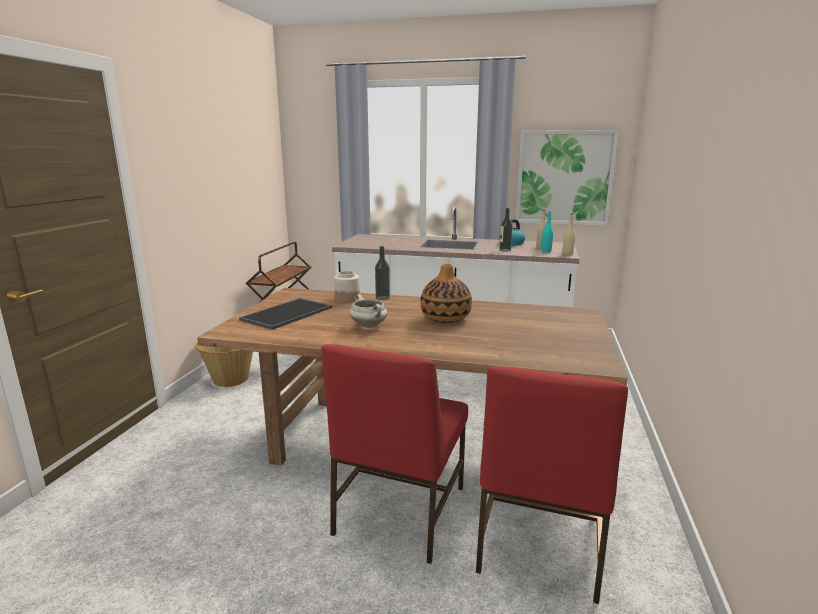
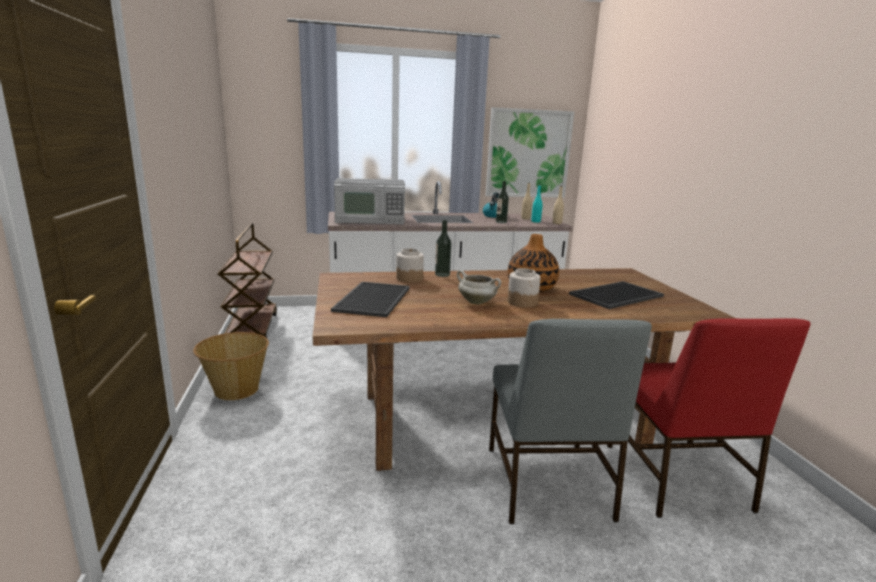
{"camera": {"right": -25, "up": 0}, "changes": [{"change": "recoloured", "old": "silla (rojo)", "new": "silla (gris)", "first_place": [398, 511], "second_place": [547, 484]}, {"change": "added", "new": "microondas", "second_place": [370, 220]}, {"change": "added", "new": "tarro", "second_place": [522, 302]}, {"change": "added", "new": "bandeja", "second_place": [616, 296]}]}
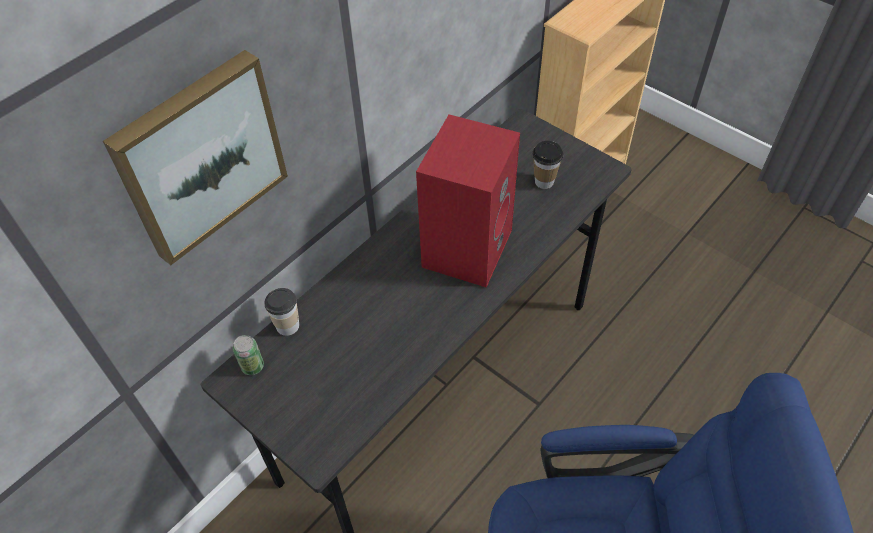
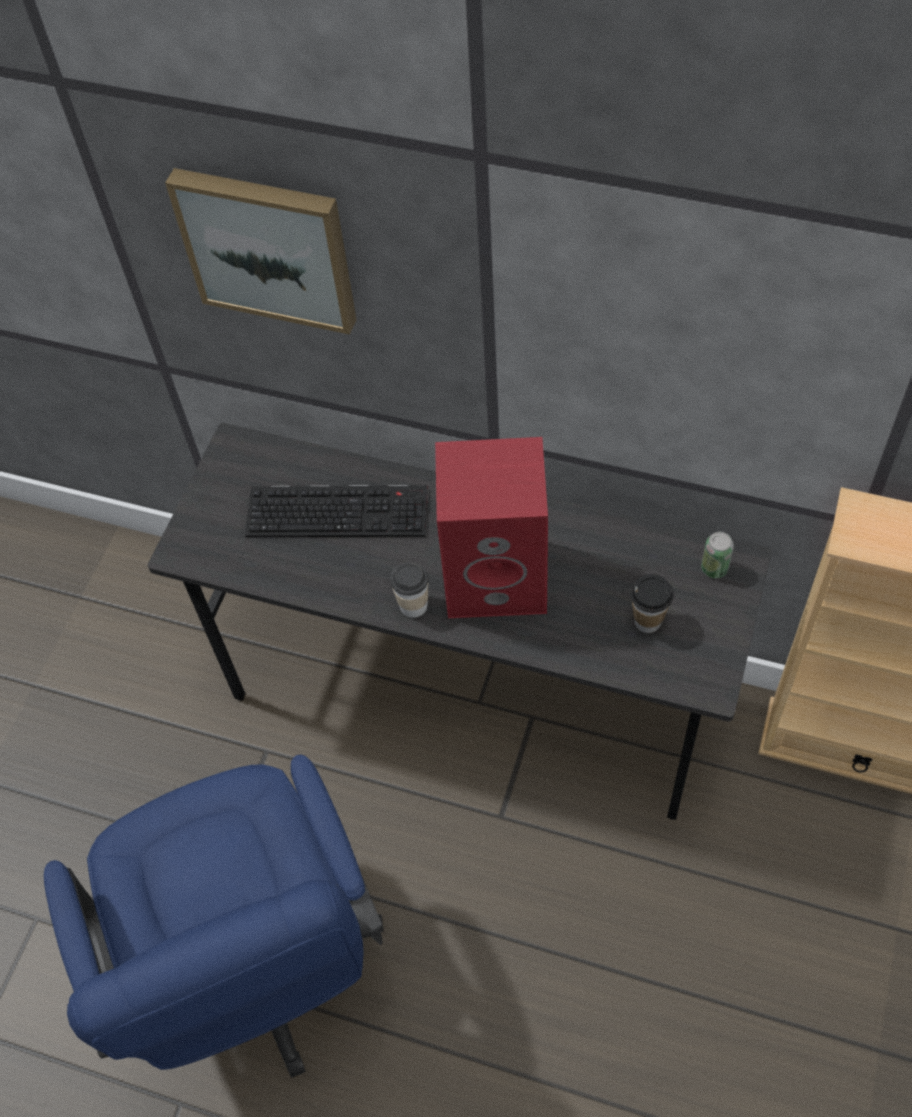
{"camera": {"right": 70, "up": 5}, "changes": [{"change": "moved", "old": "lata", "first_place": [252, 366], "second_place": [714, 568]}, {"change": "moved", "old": "taza", "first_place": [287, 325], "second_place": [413, 605]}, {"change": "added", "new": "teclado", "second_place": [339, 510]}]}
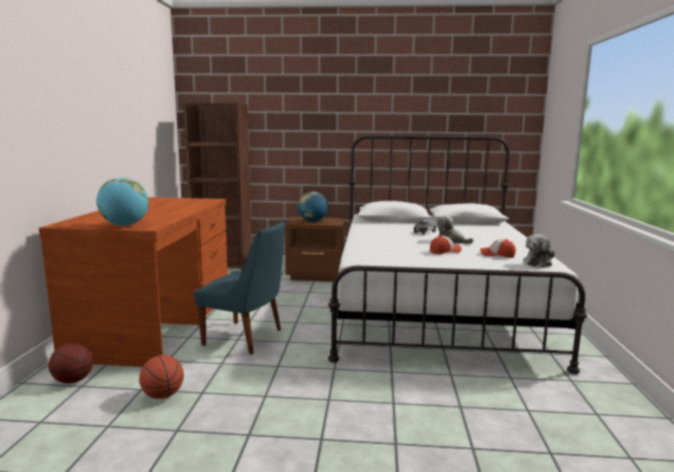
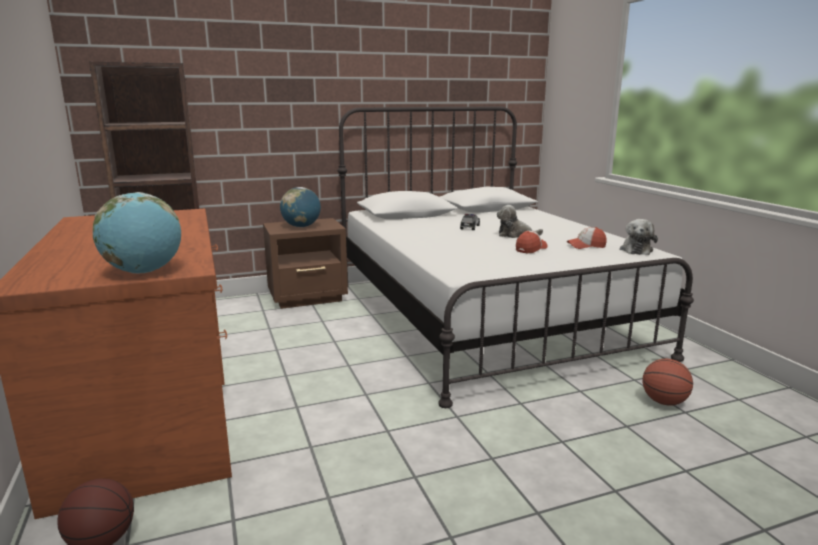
{"camera": {"right": -25, "up": 5}, "changes": [{"change": "moved", "old": "balón de baloncesto", "first_place": [163, 395], "second_place": [664, 402]}, {"change": "removed", "old": "silla (azul)", "first_place": [246, 338]}]}
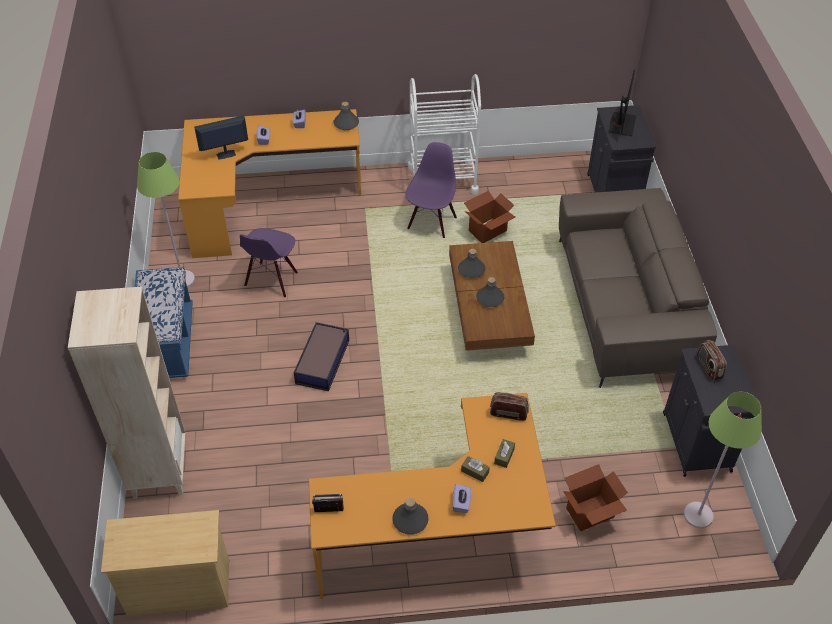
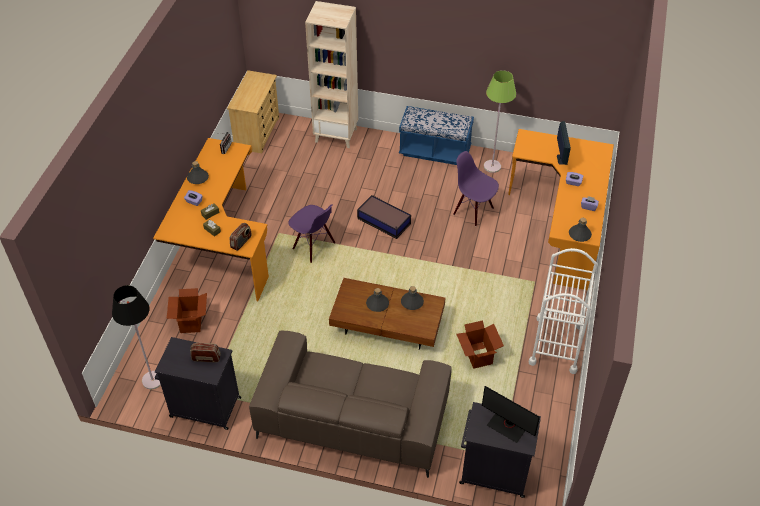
{"camera": {"right": 110, "up": 0}, "changes": [{"change": "moved", "old": "silla (morado)", "first_place": [431, 222], "second_place": [313, 246]}, {"change": "recoloured", "old": "lámpara de pie (verde)", "new": "lámpara de pie (negro)", "first_place": [698, 515], "second_place": [152, 380]}]}
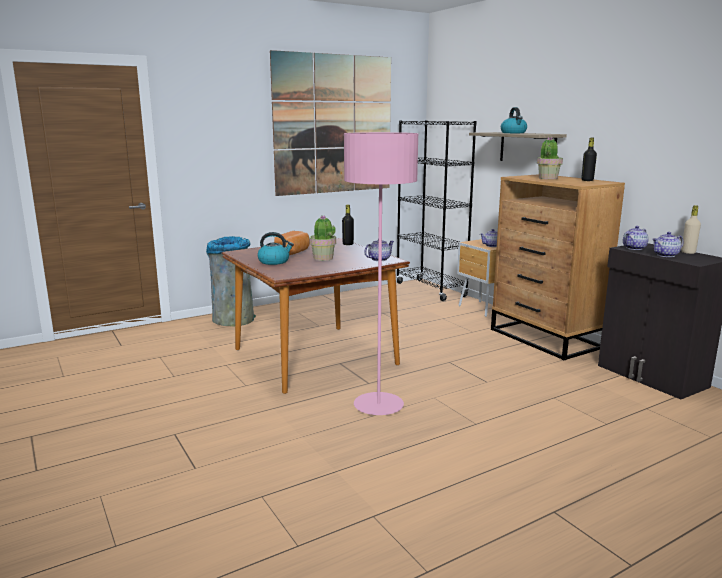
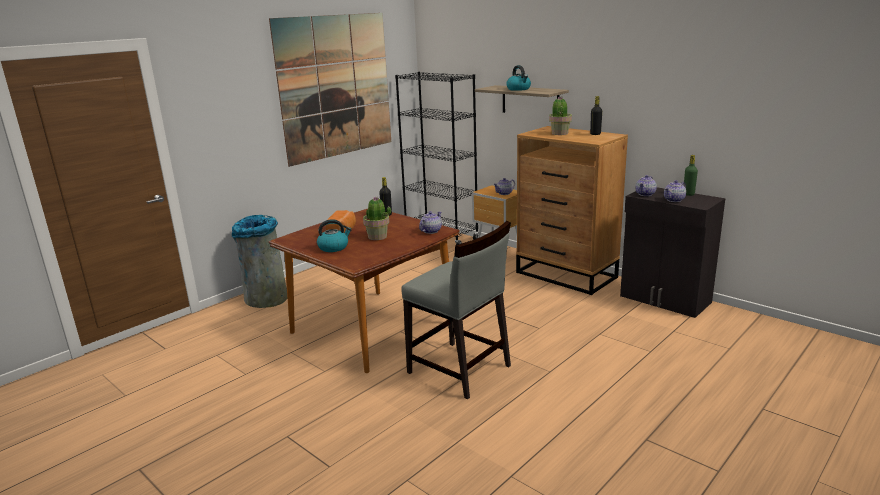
{"camera": {"right": -15, "up": 5}, "changes": [{"change": "replaced", "old": "lámpara de pie (rosa)", "new": "silla (gris)", "first_place": [378, 406], "second_place": [459, 370]}, {"change": "recoloured", "old": "botella (beis)", "new": "botella (verde)", "first_place": [688, 252], "second_place": [688, 194]}]}
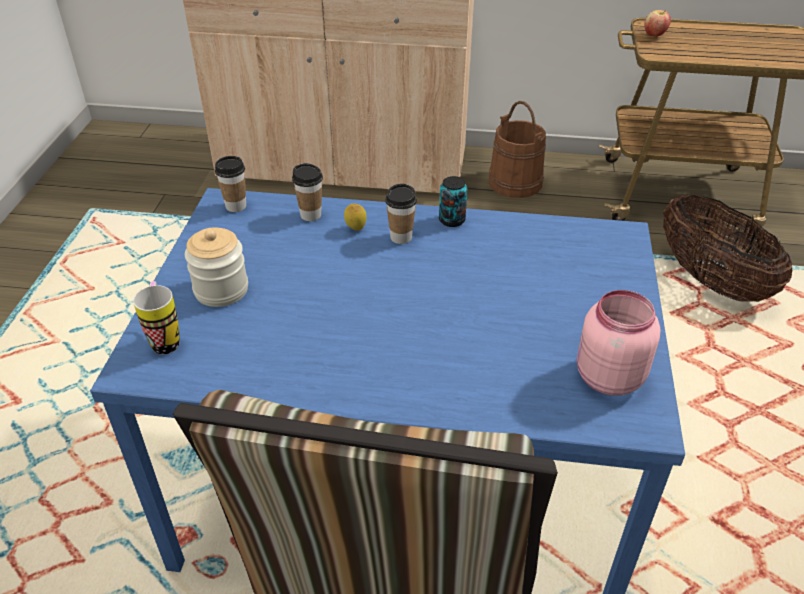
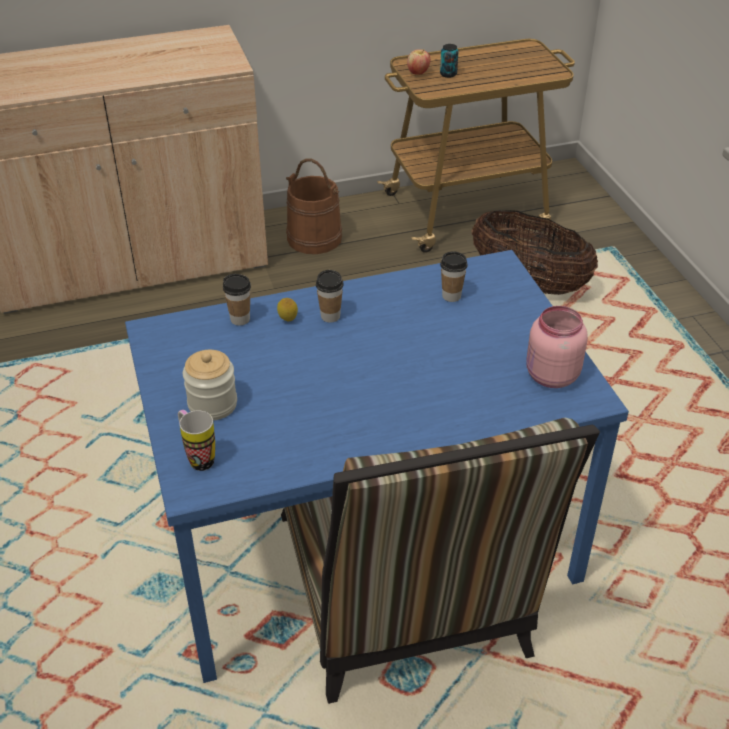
{"camera": {"right": -25, "up": 0}, "changes": [{"change": "moved", "old": "taza", "first_place": [236, 206], "second_place": [451, 296]}, {"change": "moved", "old": "lata", "first_place": [452, 220], "second_place": [448, 74]}]}
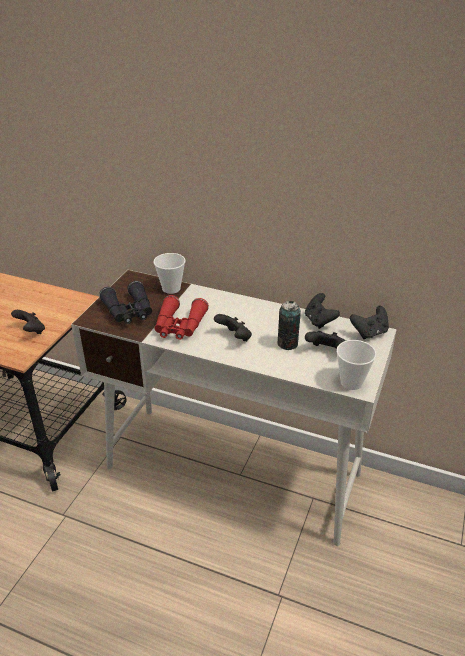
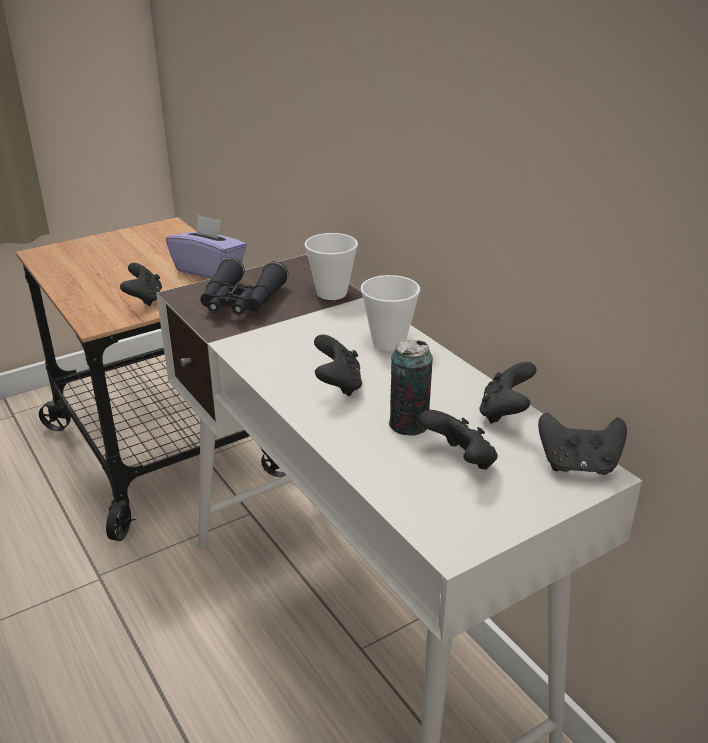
{"camera": {"right": 35, "up": -5}, "changes": [{"change": "removed", "old": "prismáticos (rojo)", "first_place": [179, 326]}, {"change": "moved", "old": "taza", "first_place": [351, 382], "second_place": [389, 341]}, {"change": "added", "new": "caja de pañuelos (morado)", "second_place": [209, 270]}]}
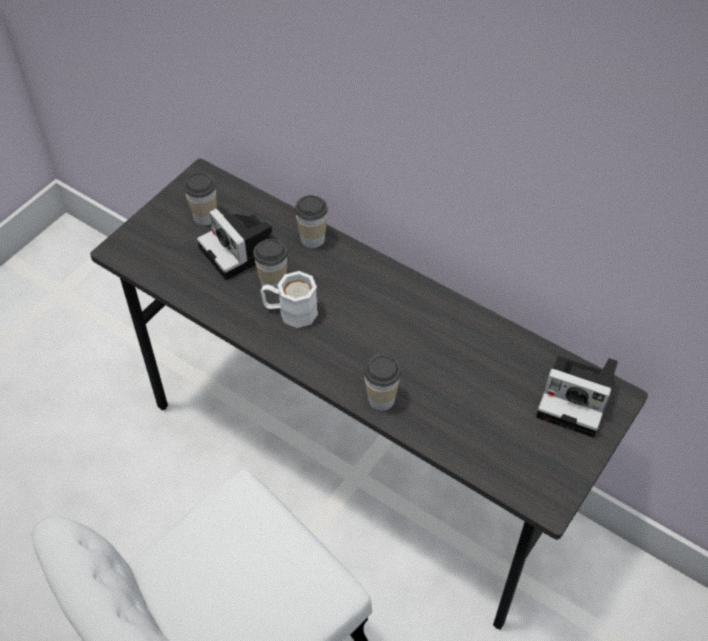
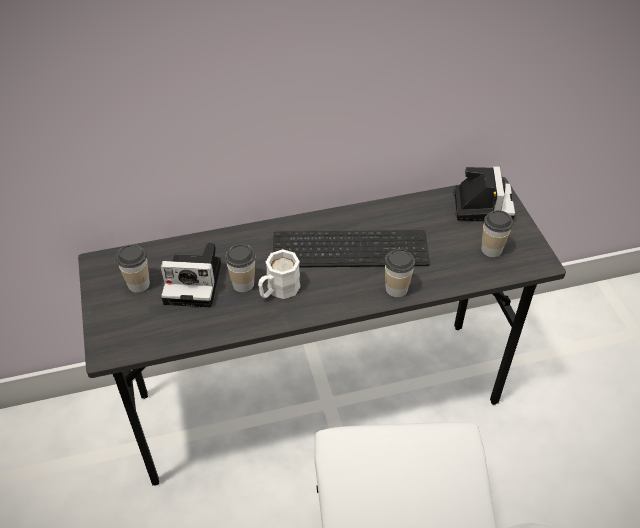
{"camera": {"right": -50, "up": -5}, "changes": [{"change": "moved", "old": "taza", "first_place": [312, 239], "second_place": [491, 249]}, {"change": "turned", "old": "cámara", "first_place": [578, 398], "second_place": [481, 204], "degrees": -60}, {"change": "added", "new": "teclado", "second_place": [351, 247]}]}
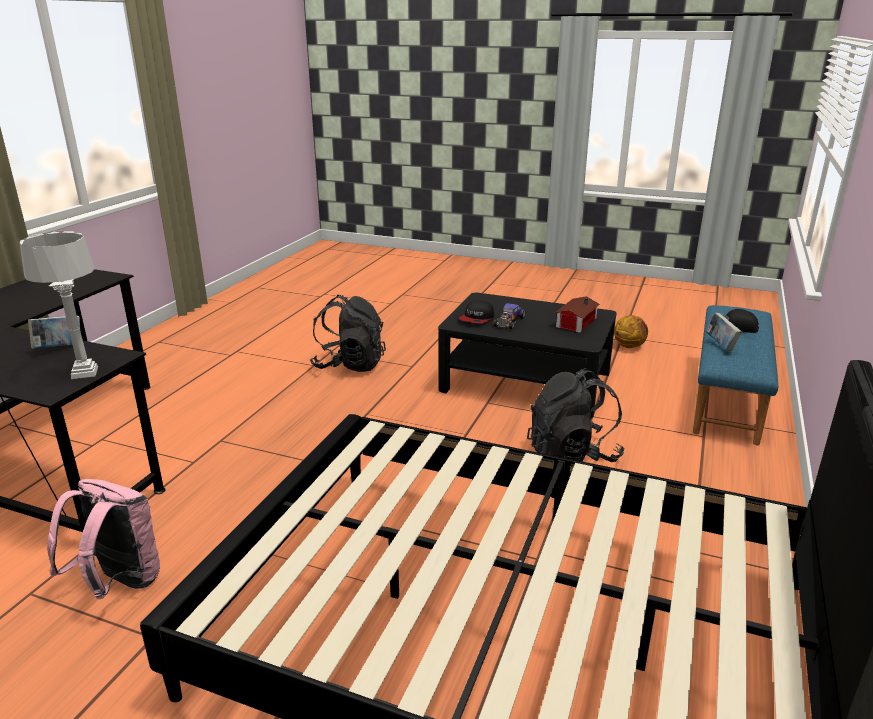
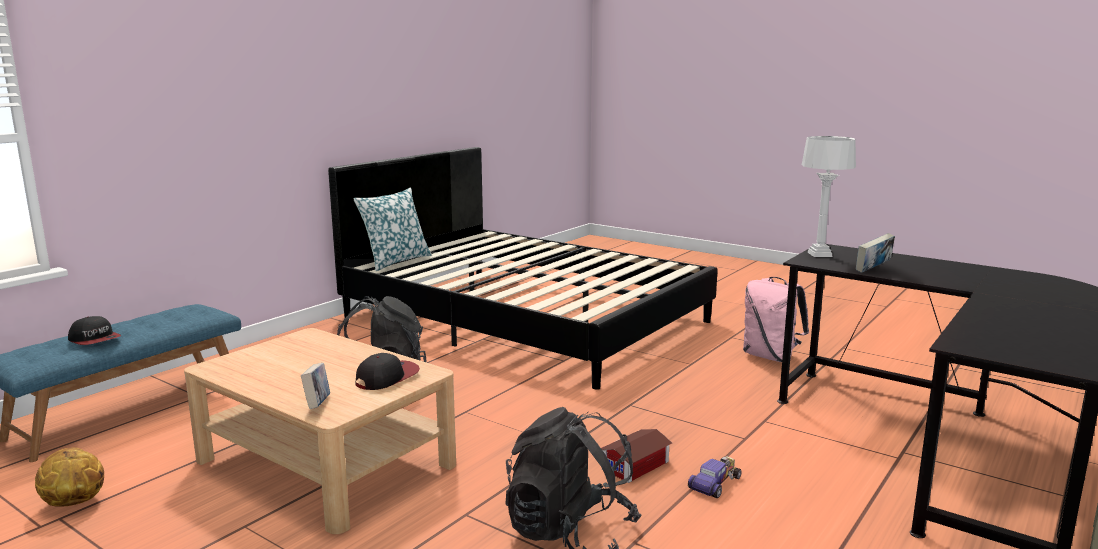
{"camera": {"right": -165, "up": -10}, "changes": [{"change": "recoloured", "old": "mesa de centro (negro)", "new": "mesa de centro (beis)", "first_place": [526, 381], "second_place": [325, 462]}, {"change": "moved", "old": "coche de juguete", "first_place": [508, 321], "second_place": [715, 483]}, {"change": "moved", "old": "casita", "first_place": [574, 322], "second_place": [637, 465]}, {"change": "moved", "old": "libro", "first_place": [720, 345], "second_place": [317, 405]}, {"change": "added", "new": "cojín", "second_place": [395, 261]}]}
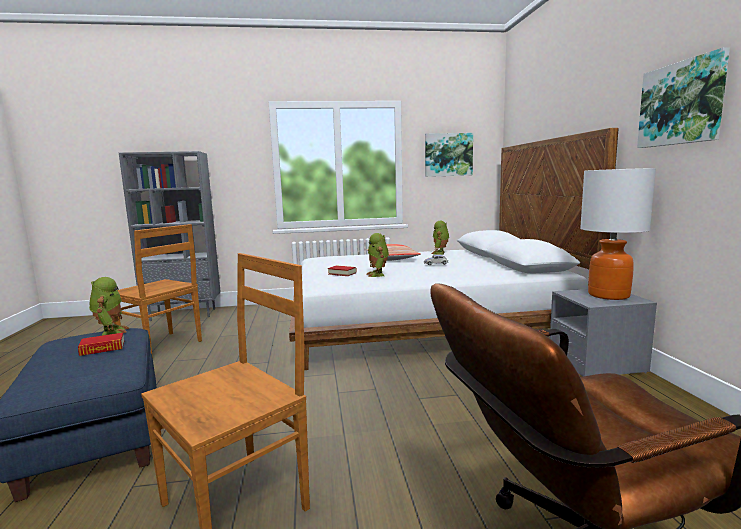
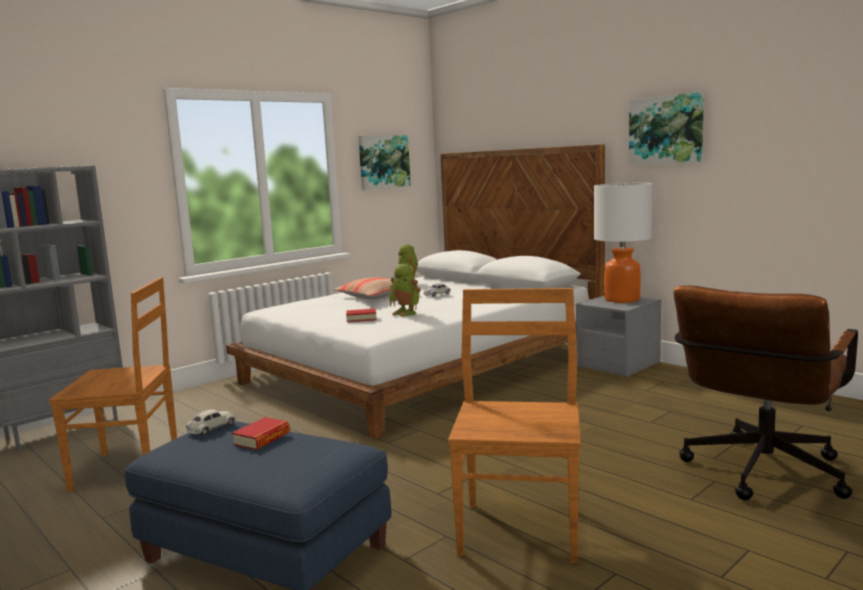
{"camera": {"right": -35, "up": 0}, "changes": [{"change": "replaced", "old": "robot de juguete", "new": "coche de juguete (blanco)", "first_place": [111, 332], "second_place": [211, 428]}]}
